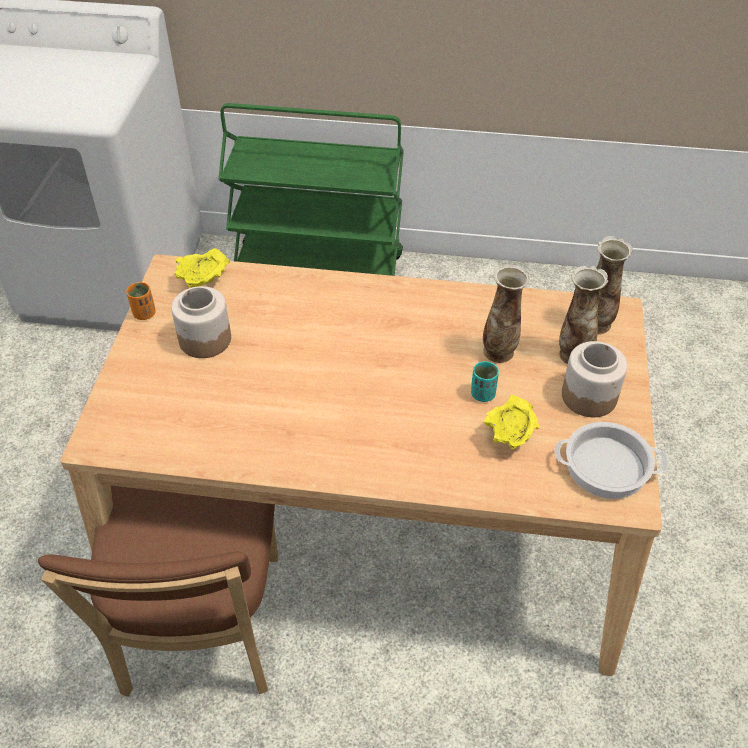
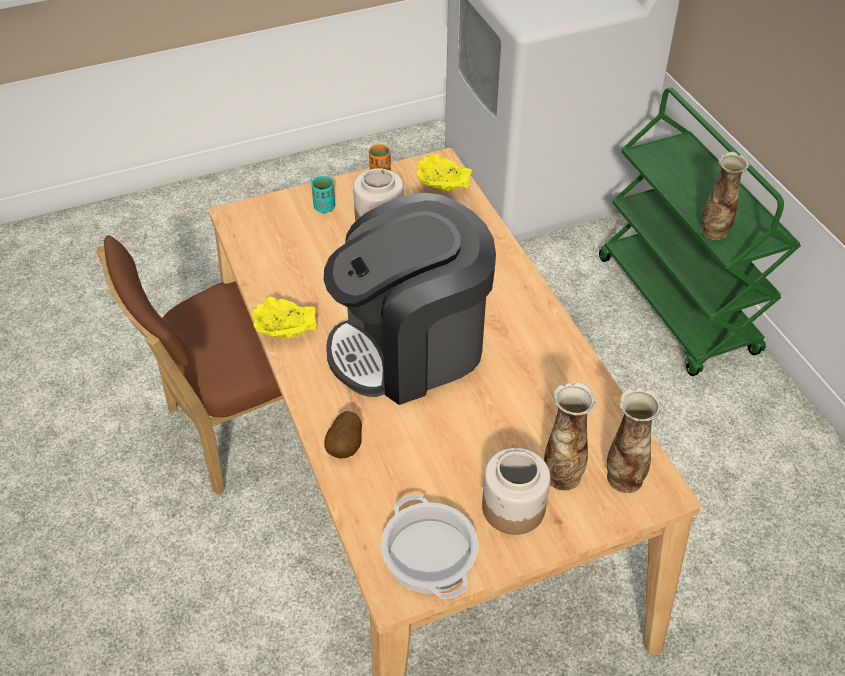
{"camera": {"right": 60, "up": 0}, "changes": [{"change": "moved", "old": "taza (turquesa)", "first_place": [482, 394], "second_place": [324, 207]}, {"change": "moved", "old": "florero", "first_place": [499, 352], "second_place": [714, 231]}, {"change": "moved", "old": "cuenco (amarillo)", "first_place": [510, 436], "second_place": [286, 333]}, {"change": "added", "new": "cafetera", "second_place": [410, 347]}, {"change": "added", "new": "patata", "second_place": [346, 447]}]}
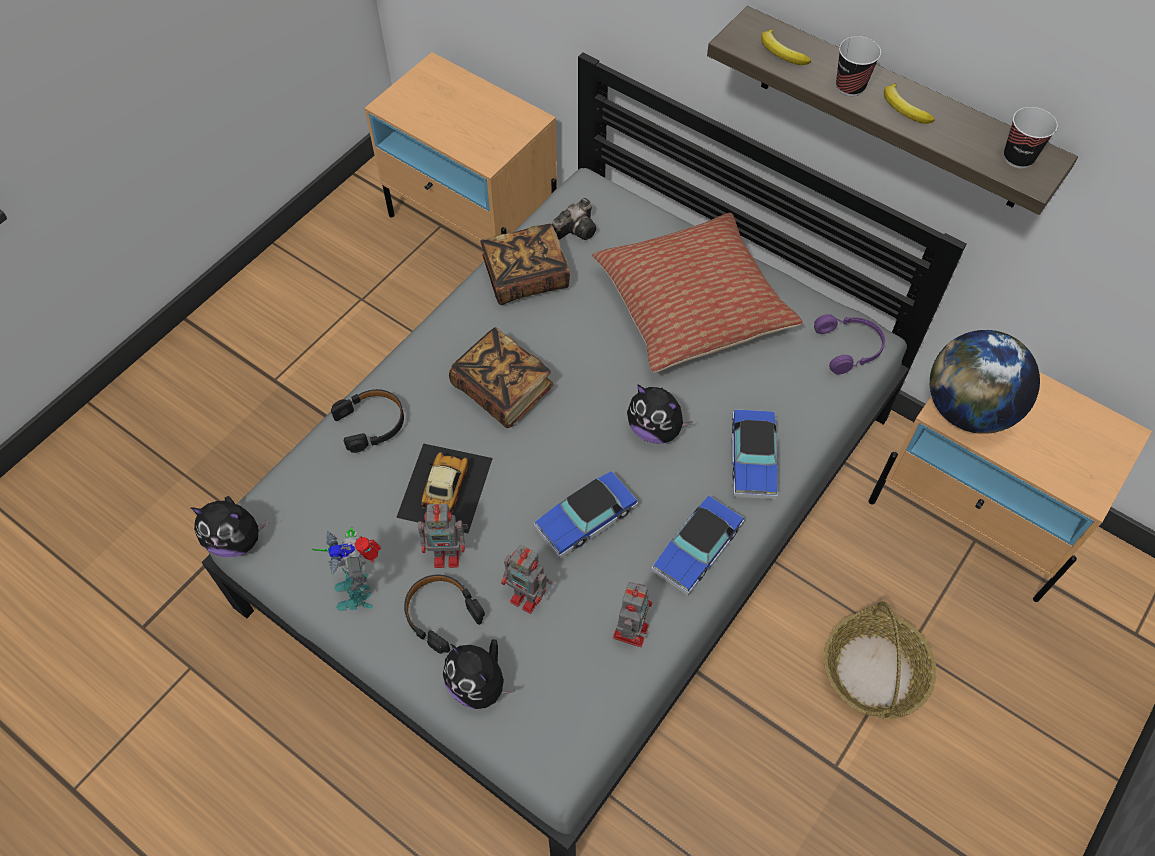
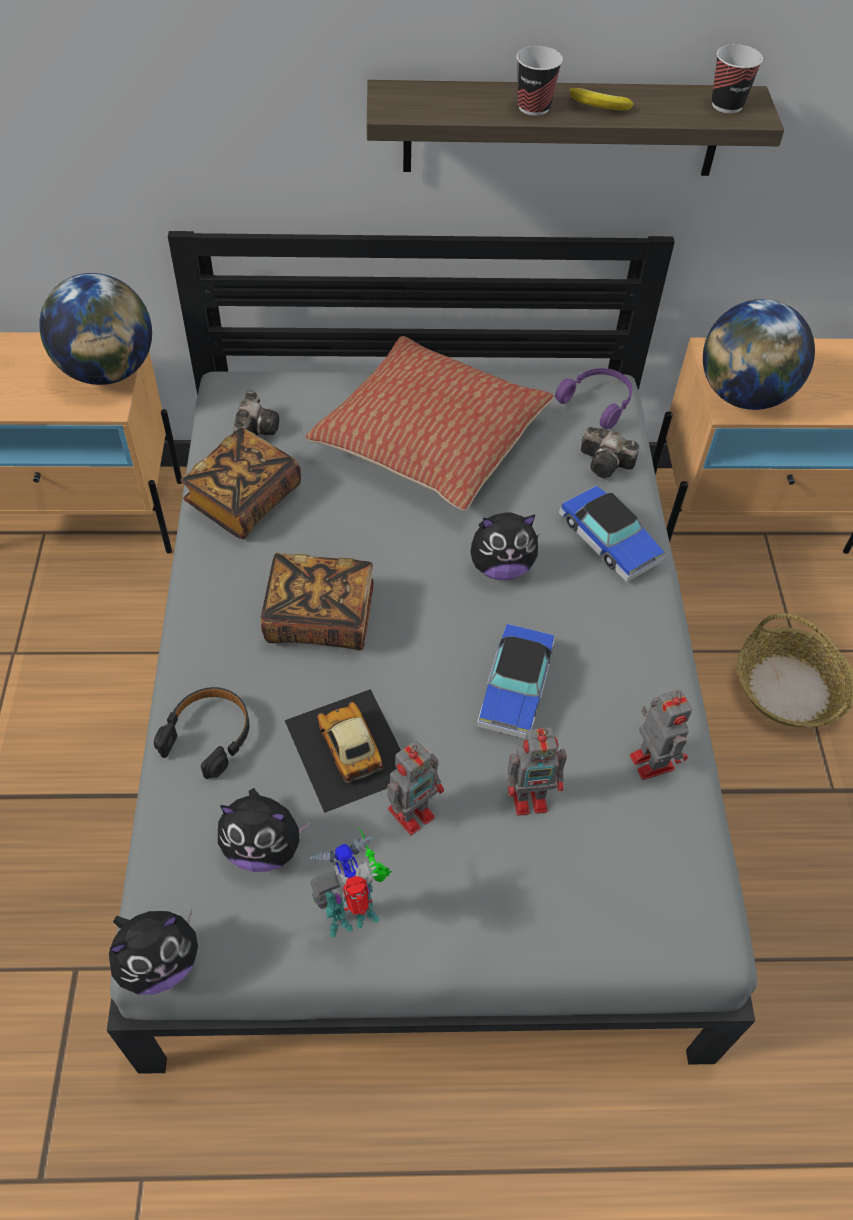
{"camera": {"right": -40, "up": -5}, "changes": [{"change": "turned", "old": "robot de juguete", "first_place": [359, 591], "second_place": [353, 915], "degrees": 120}, {"change": "removed", "old": "auriculares (negro)", "first_place": [441, 614]}, {"change": "moved", "old": "peluche", "first_place": [479, 685], "second_place": [263, 847]}, {"change": "removed", "old": "coche de juguete", "first_place": [697, 549]}, {"change": "removed", "old": "plátano", "first_place": [781, 53]}, {"change": "added", "new": "globo terráqueo", "second_place": [108, 371]}, {"change": "added", "new": "cámara", "second_place": [607, 464]}]}
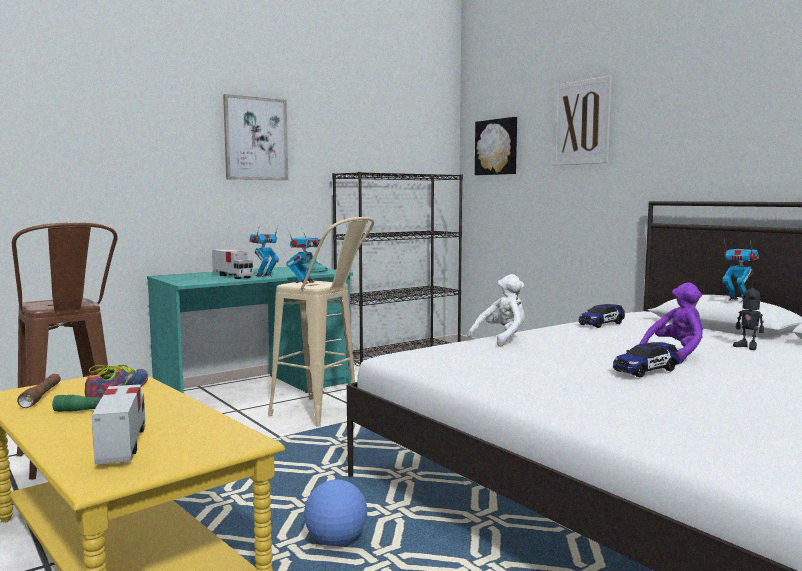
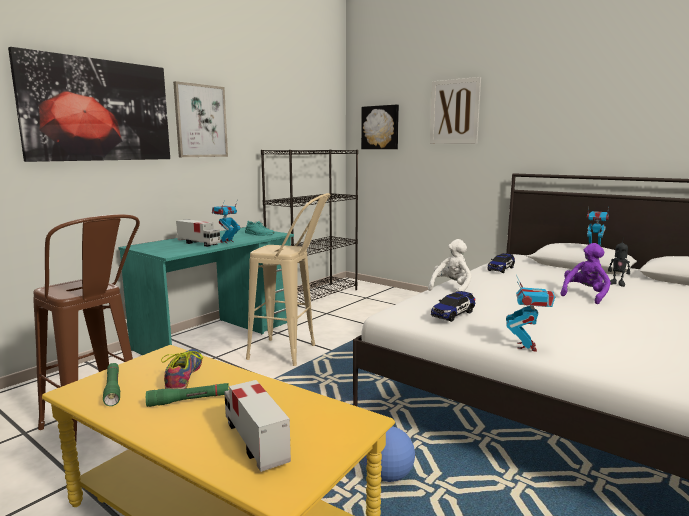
{"camera": {"right": -15, "up": 5}, "changes": [{"change": "recoloured", "old": "linterna (marrón)", "new": "linterna (verde)", "first_place": [41, 396], "second_place": [113, 389]}, {"change": "moved", "old": "robot de juguete", "first_place": [304, 282], "second_place": [527, 346]}, {"change": "moved", "old": "coche de juguete", "first_place": [646, 371], "second_place": [453, 314]}, {"change": "added", "new": "cuadro", "second_place": [98, 110]}]}
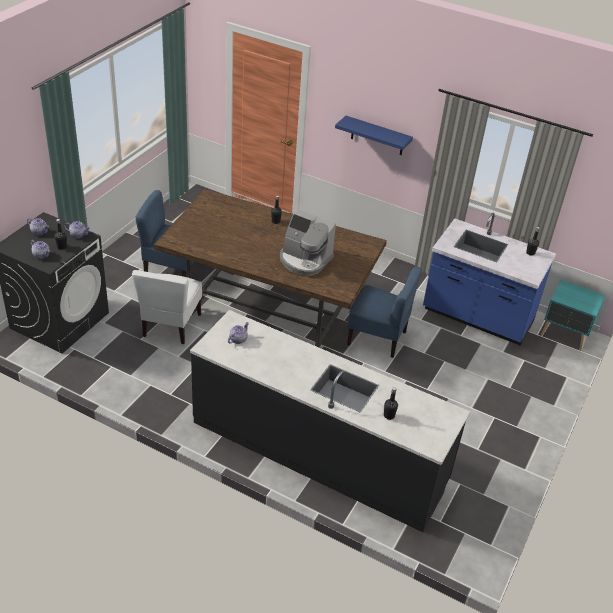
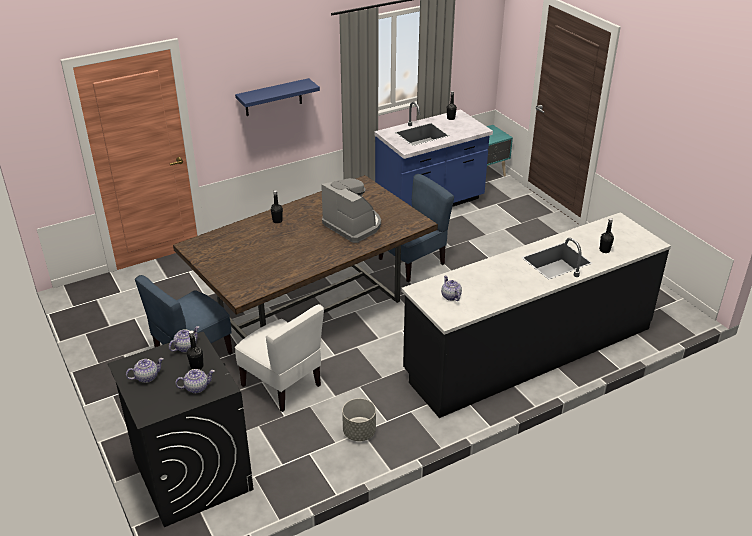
{"camera": {"right": -55, "up": -5}, "changes": [{"change": "turned", "old": "cafetera", "first_place": [304, 260], "second_place": [353, 225], "degrees": -105}, {"change": "added", "new": "maceta (gris)", "second_place": [359, 432]}]}
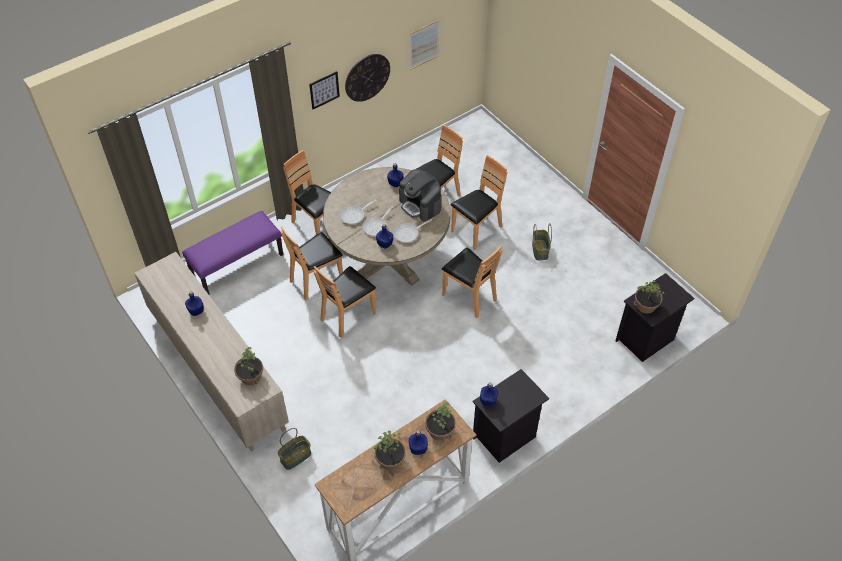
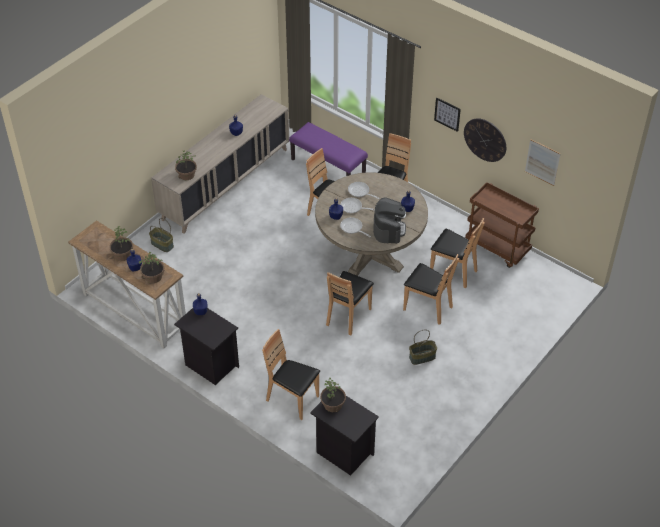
{"camera": {"right": 75, "up": -5}, "changes": [{"change": "moved", "old": "silla (marrón)", "first_place": [348, 315], "second_place": [292, 399]}, {"change": "turned", "old": "cafetera", "first_place": [420, 205], "second_place": [388, 229], "degrees": 150}, {"change": "added", "new": "carrito (marrón)", "second_place": [498, 248]}]}
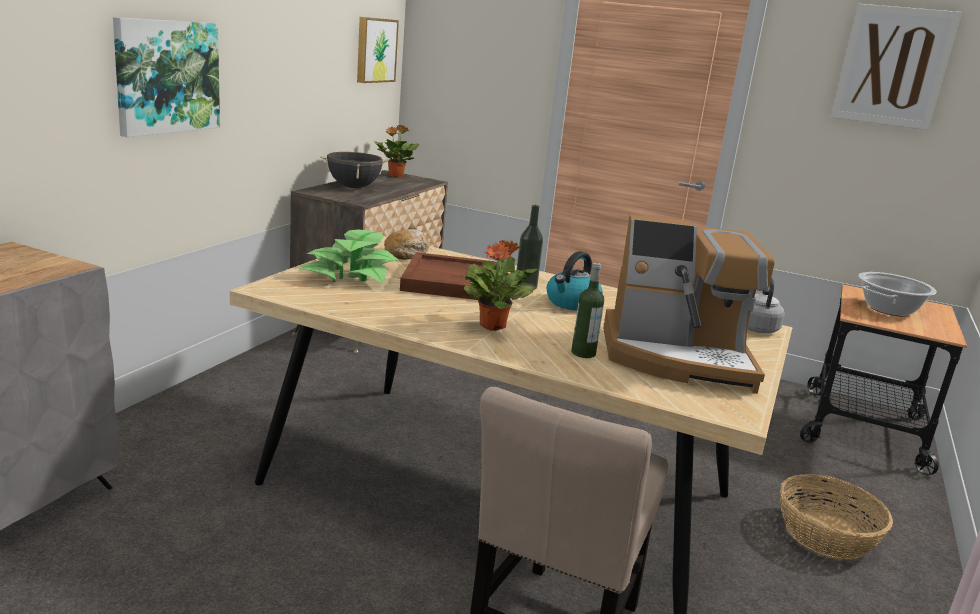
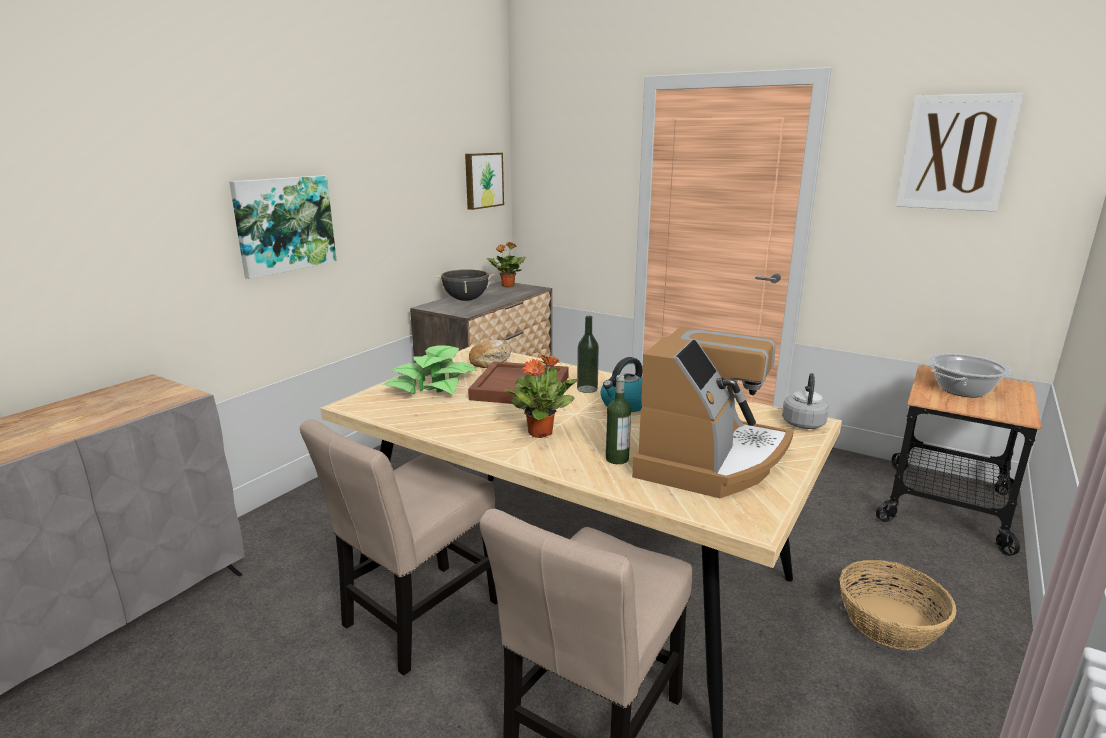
{"camera": {"right": 10, "up": 0}, "changes": [{"change": "turned", "old": "cafetera", "first_place": [677, 357], "second_place": [710, 460], "degrees": -75}, {"change": "added", "new": "silla (beis)", "second_place": [417, 618]}]}
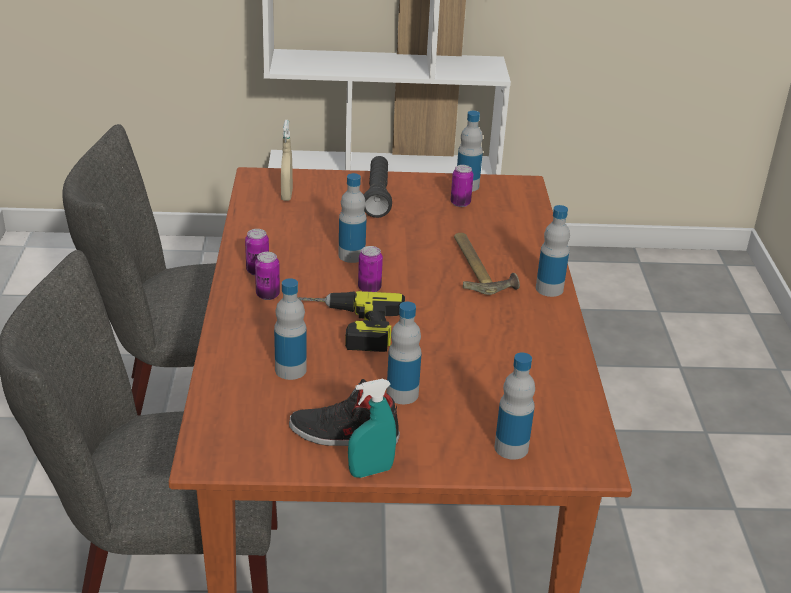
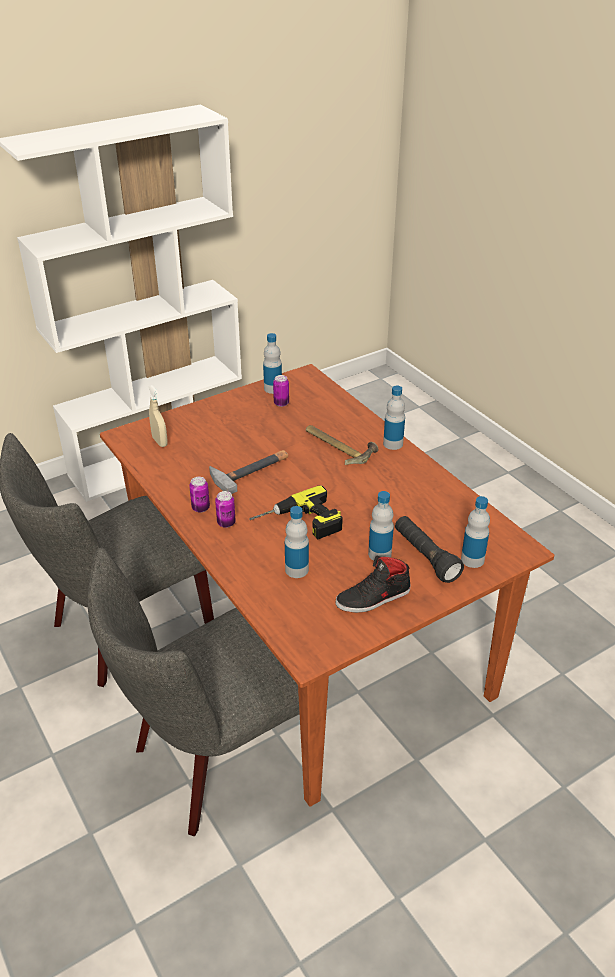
{"camera": {"right": -30, "up": 5}, "changes": [{"change": "replaced", "old": "botella", "new": "martillo", "first_place": [351, 255], "second_place": [251, 470]}, {"change": "removed", "old": "pulverizador (turquesa)", "first_place": [371, 471]}, {"change": "removed", "old": "lata", "first_place": [369, 289]}, {"change": "moved", "old": "linterna (negro)", "first_place": [377, 197], "second_place": [425, 557]}]}
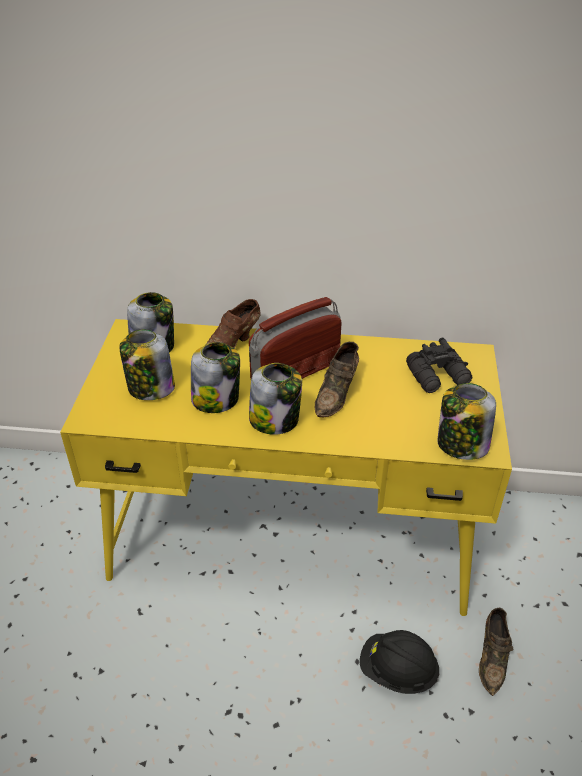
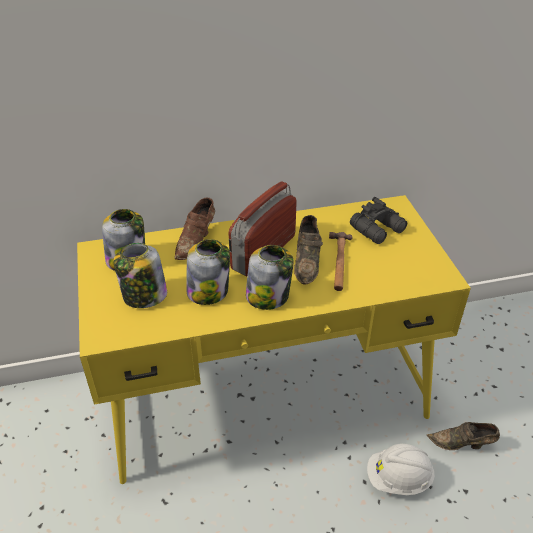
{"camera": {"right": -20, "up": 0}, "changes": [{"change": "recoloured", "old": "casco (negro)", "new": "casco (blanco)", "first_place": [397, 671], "second_place": [398, 479]}, {"change": "removed", "old": "tarro", "first_place": [461, 445]}, {"change": "turned", "old": "zapato (marrón)", "first_place": [492, 658], "second_place": [462, 444], "degrees": 105}, {"change": "added", "new": "martillo", "second_place": [339, 262]}]}
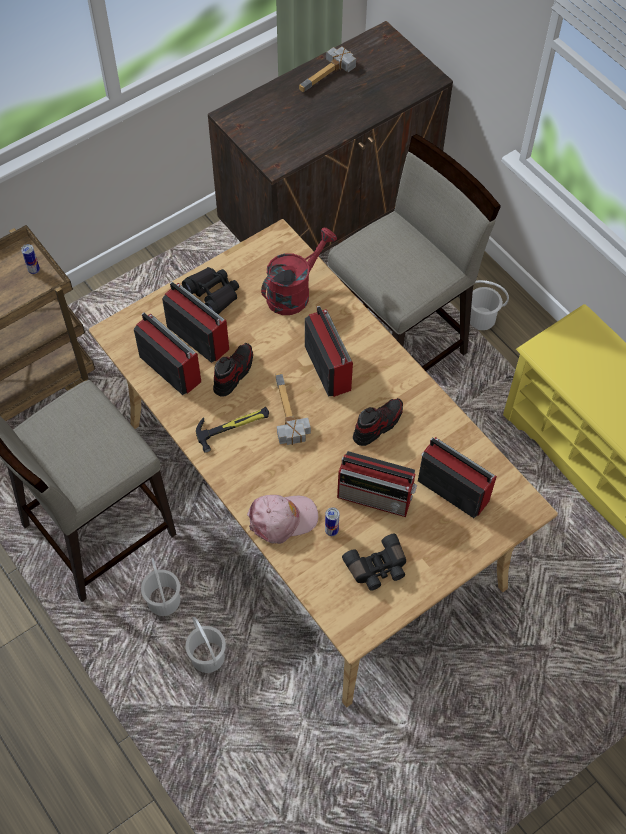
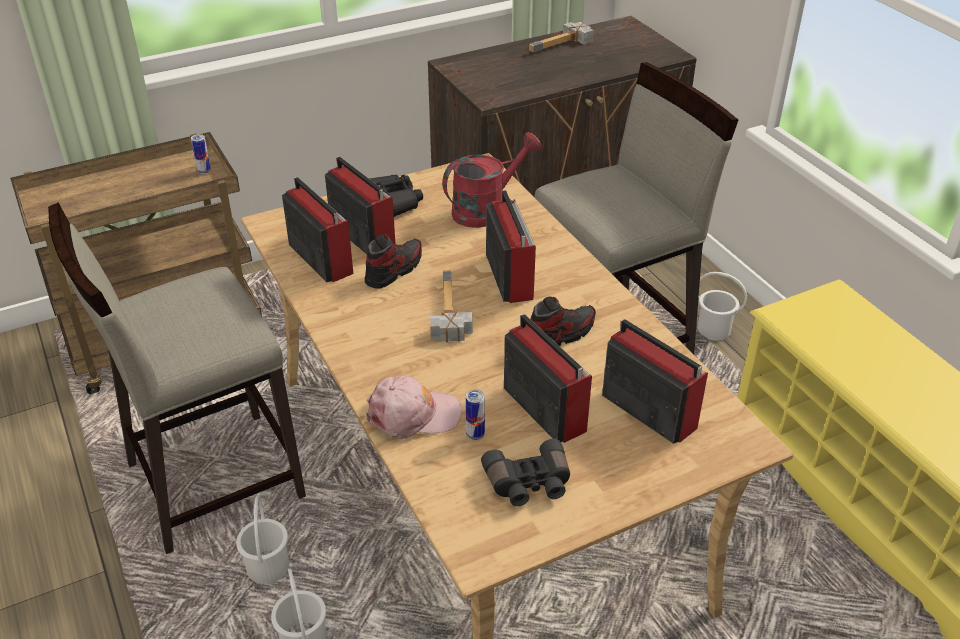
{"camera": {"right": 10, "up": -20}, "changes": [{"change": "removed", "old": "martillo", "first_place": [233, 426]}, {"change": "turned", "old": "radio", "first_place": [376, 498], "second_place": [543, 407], "degrees": -150}]}
